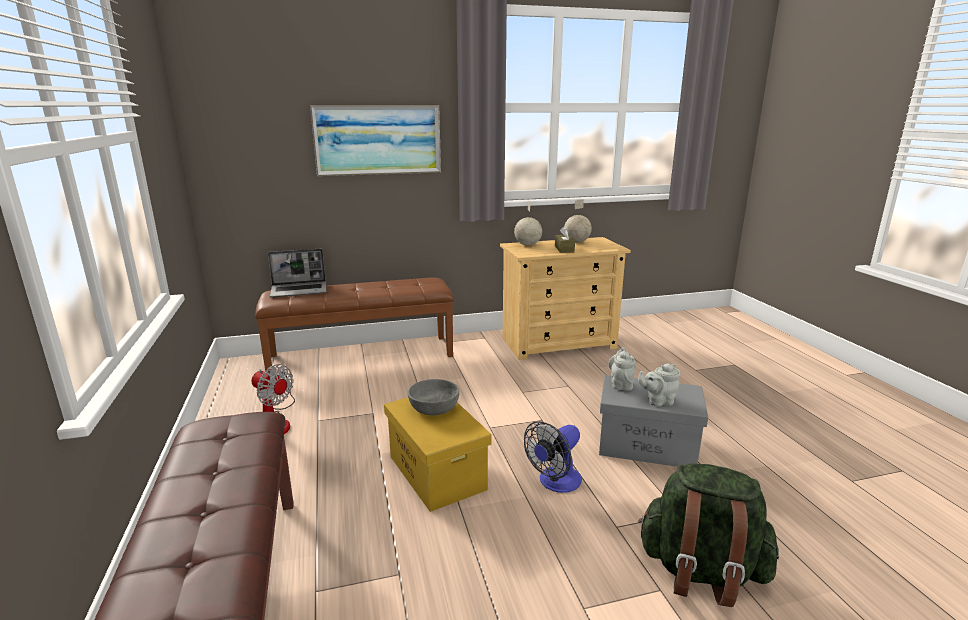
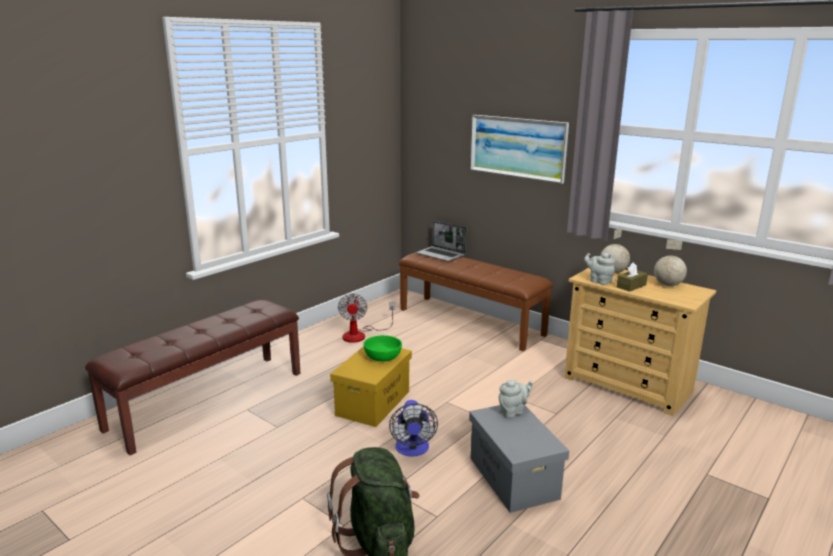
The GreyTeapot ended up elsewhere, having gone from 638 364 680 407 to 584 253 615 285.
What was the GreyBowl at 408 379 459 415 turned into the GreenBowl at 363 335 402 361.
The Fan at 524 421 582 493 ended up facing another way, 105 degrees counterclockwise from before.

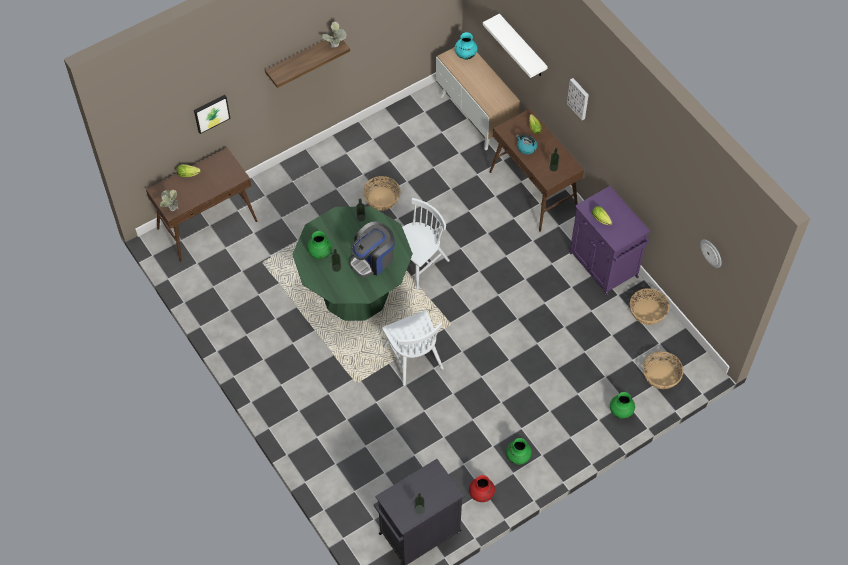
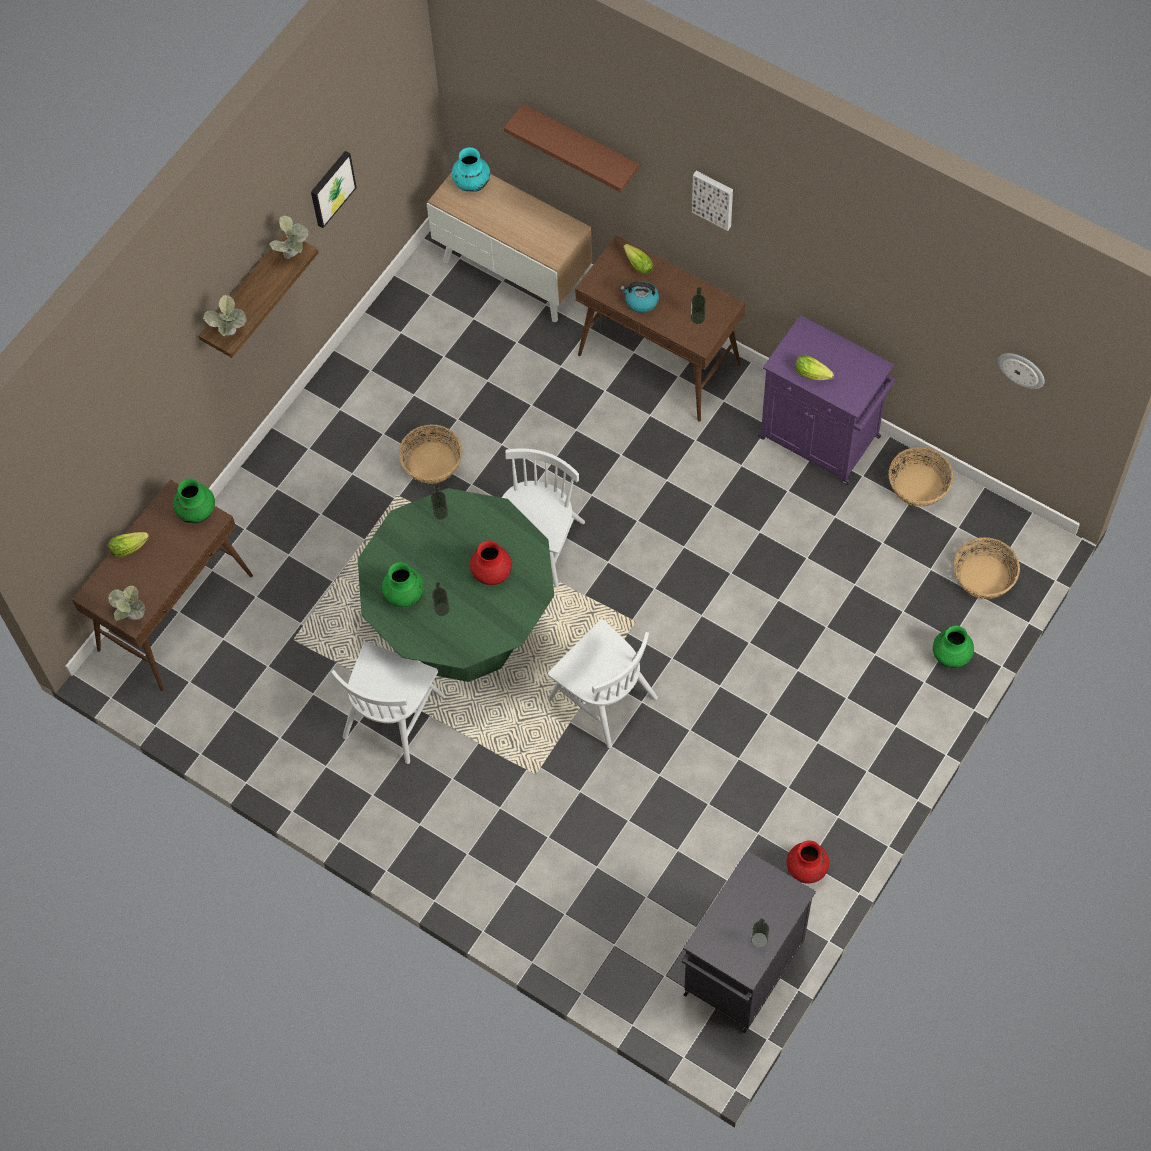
The second view gained the PottedPlant at 203 295 247 336.
The second view gained the WhiteChair at 331 642 444 764.
The Picture ended up elsewhere, having gone from 194 95 231 134 to 311 151 357 228.
The GreenVase ended up elsewhere, having gone from 506 438 532 465 to 173 478 215 523.
Where the CoffeeMachine stood at 349 222 395 277, the RedVase came to stand at 470 541 512 585.
What was the WhiteShelf at 483 14 548 78 turned into the BrownShelf at 504 104 639 192.

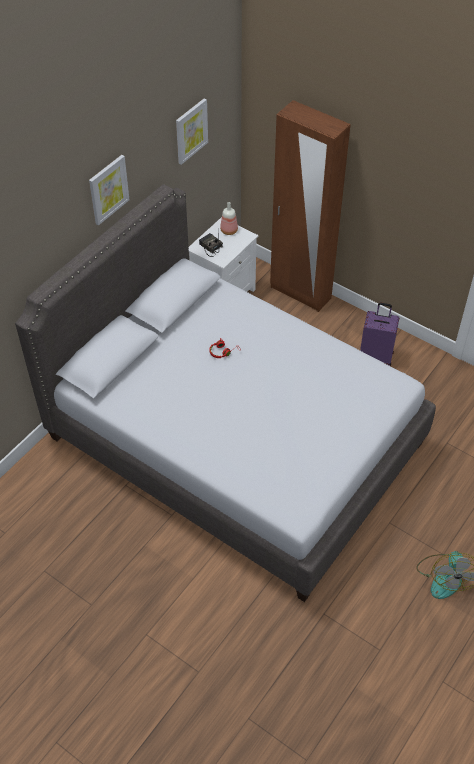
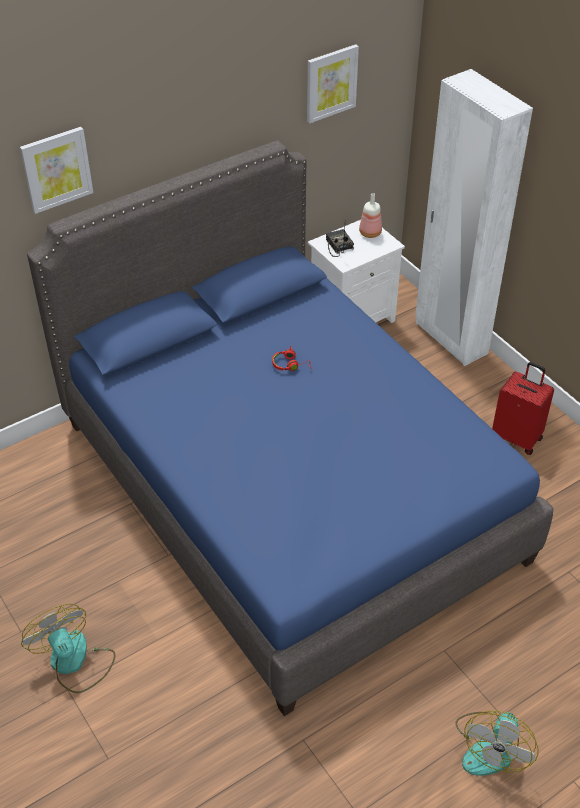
The second view gained the Fan at 21 604 116 693.
The Picture ended up elsewhere, having gone from 89 155 130 225 to 20 127 93 214.
What was the GreyBed at 15 184 436 602 turned into the BlueBed at 27 141 553 716.
What was the BrownWardrobe at 270 100 351 312 turned into the WhiteWardrobe at 415 69 533 366.
What was the PurpleSuitcase at 360 303 399 366 turned into the RedSuitcase at 492 362 554 455.

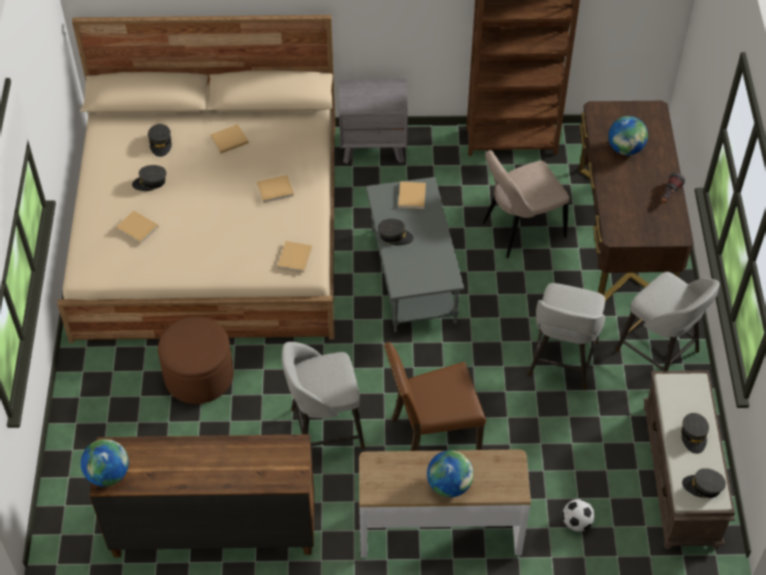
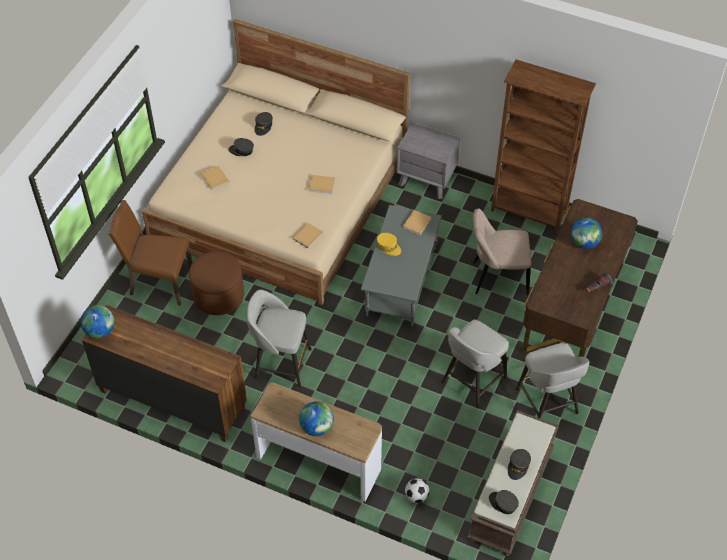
The second view lost the BeigeBook at 210 124 249 154.
The BrownChair ended up elsewhere, having gone from 384 342 486 451 to 109 200 192 306.
What was the GreyCap at 378 219 414 246 turned into the YellowCap at 377 233 401 256.

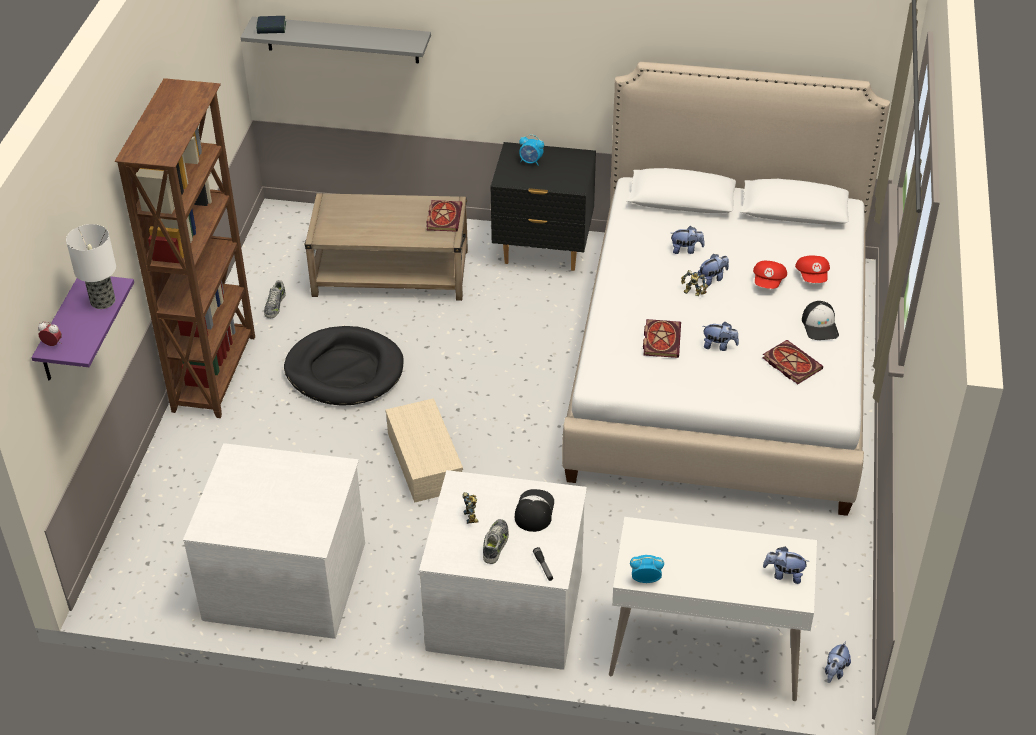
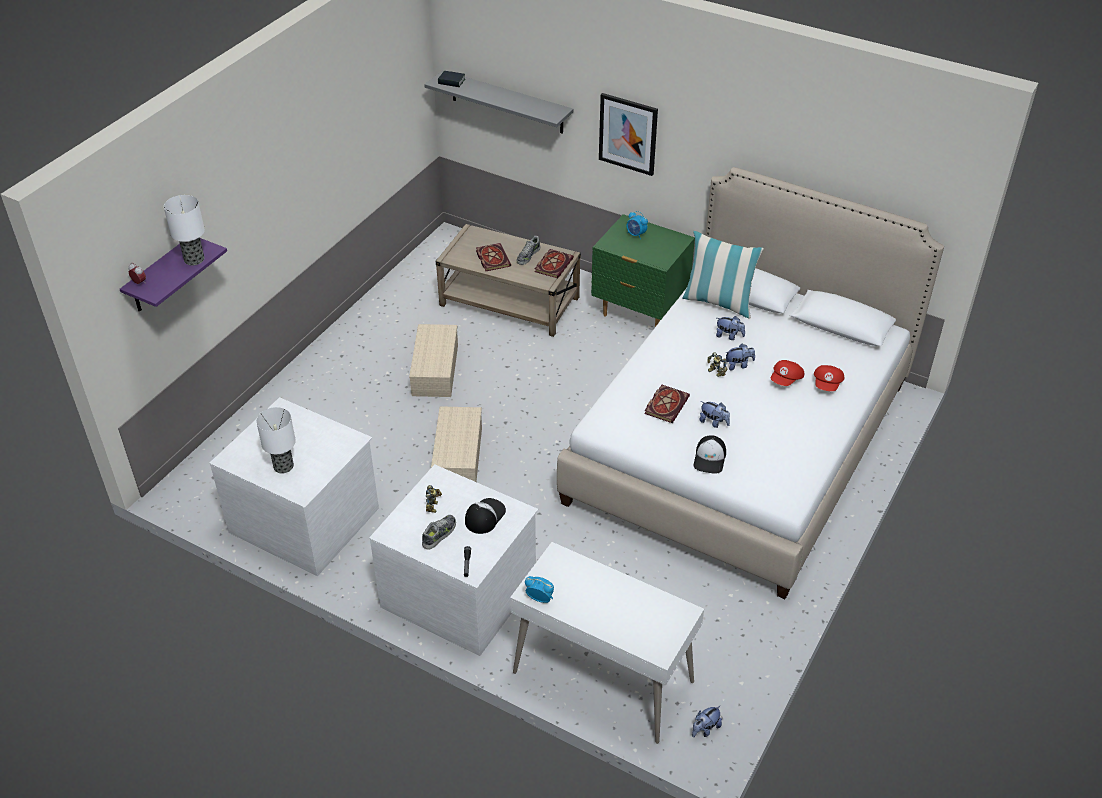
The second view lost the BrownBookcase at 115 78 255 418.
The second view lost the PlushToy at 763 547 810 584.
The second view gained the TableLamp at 256 407 296 473.
The second view gained the Picture at 599 93 658 176.
The second view gained the Pillow at 683 231 764 319.
The Shoe ended up elsewhere, having gone from 264 280 286 318 to 517 236 540 265.
The Book ended up elsewhere, having gone from 762 340 823 384 to 476 243 511 271.
The Cap ended up elsewhere, having gone from 802 301 839 340 to 693 435 726 474.
Where the BlackDogBed stood at 284 326 404 406, the BeigeStorageBox came to stand at 409 324 458 397.
What was the BlackNightstand at 490 142 596 271 turned into the GreenNightstand at 591 214 695 327.

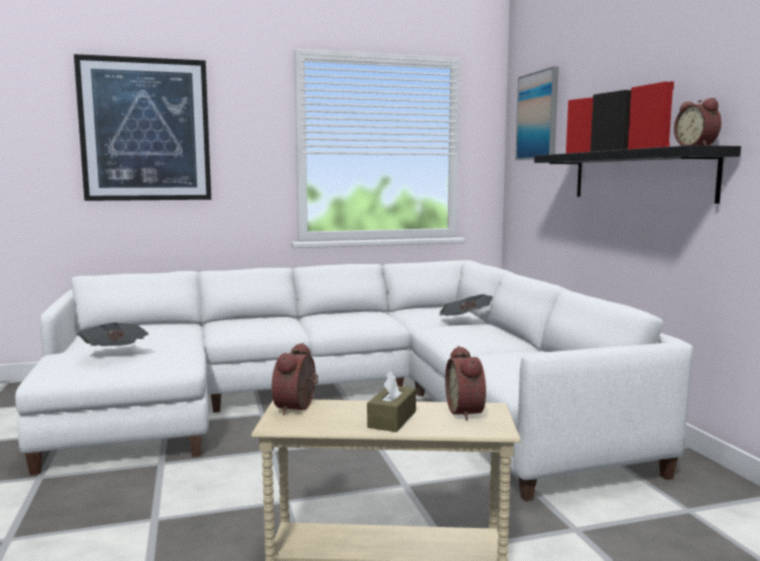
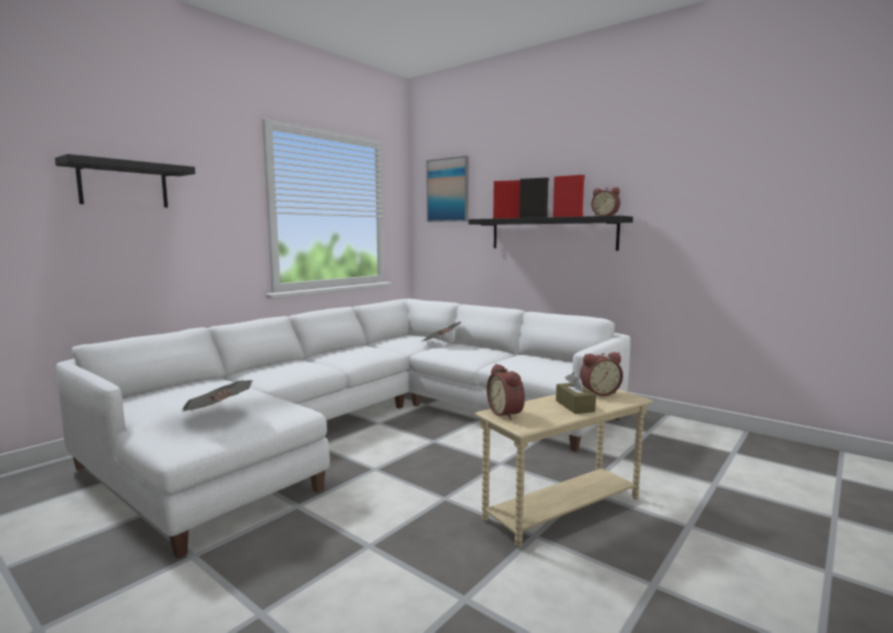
Where the Picture hung at 74 54 211 201, the BlackShelf came to hang at 55 154 195 208.
The AlarmClock at 445 346 486 421 ended up facing another way, 60 degrees counterclockwise from before.

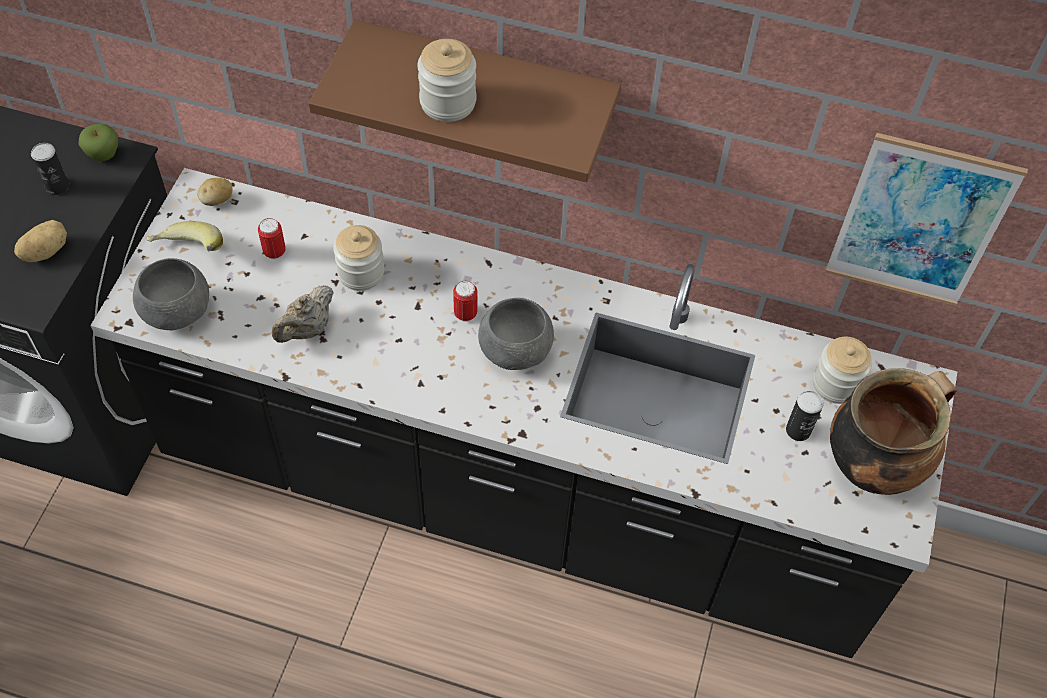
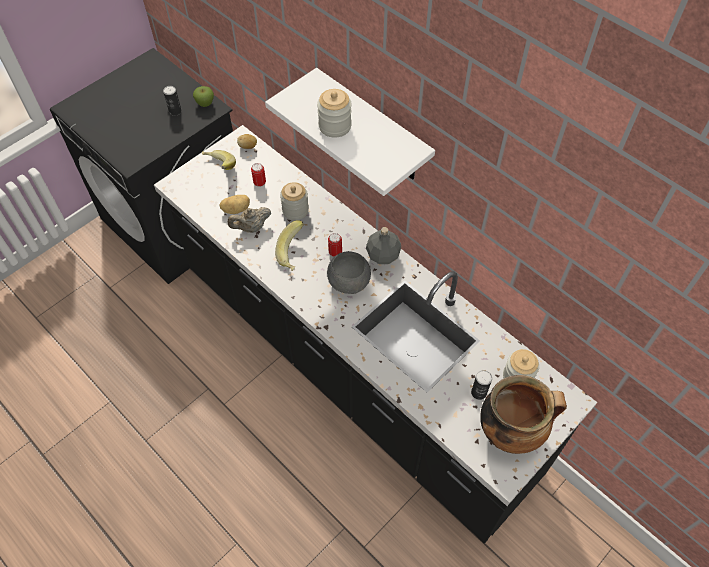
The second view lost the GreyBowl at 133 258 209 330.
The second view lost the Picture at 825 133 1028 306.
The second view gained the Banana at 275 220 304 271.
The second view gained the GreyBottle at 366 227 401 264.
The Potato ended up elsewhere, having gone from 14 220 67 262 to 219 195 250 214.
What was the BrownShelf at 309 20 621 182 turned into the WhiteShelf at 265 68 435 196.

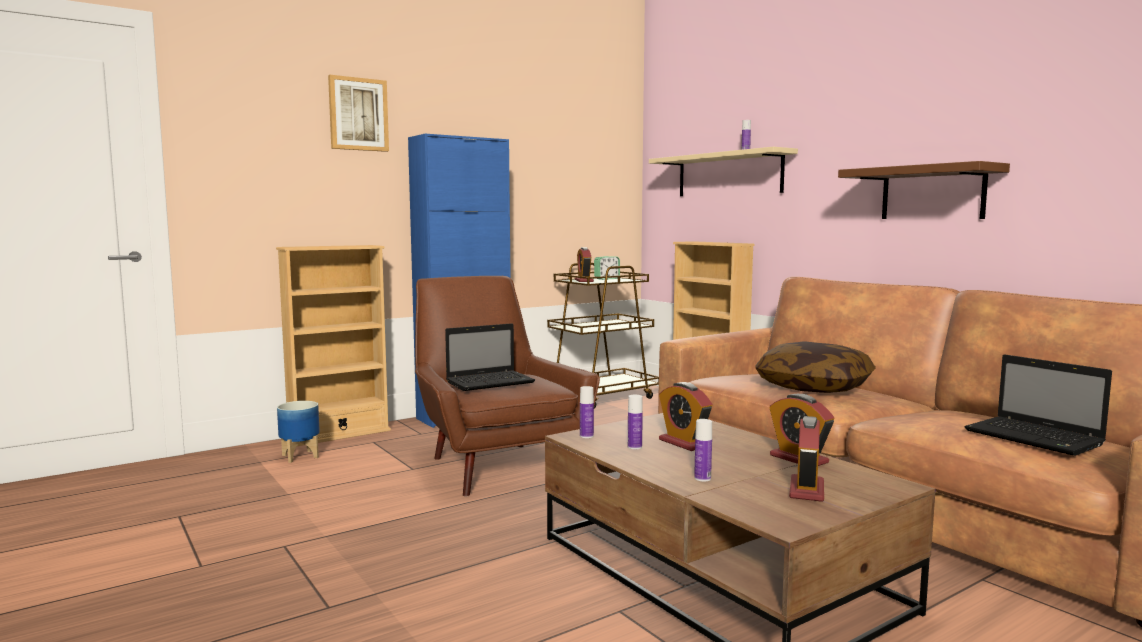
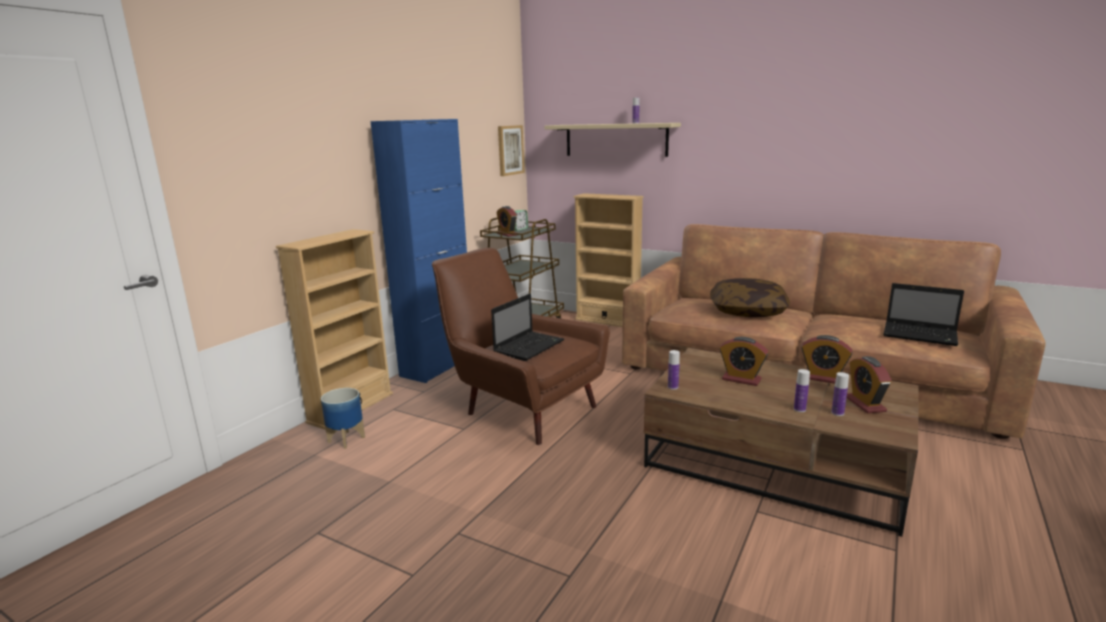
The second view lost the BrownShelf at 838 161 1010 219.
The Picture ended up elsewhere, having gone from 328 75 389 152 to 498 125 525 176.
The Bottle ended up elsewhere, having gone from 628 395 643 449 to 831 372 849 416.

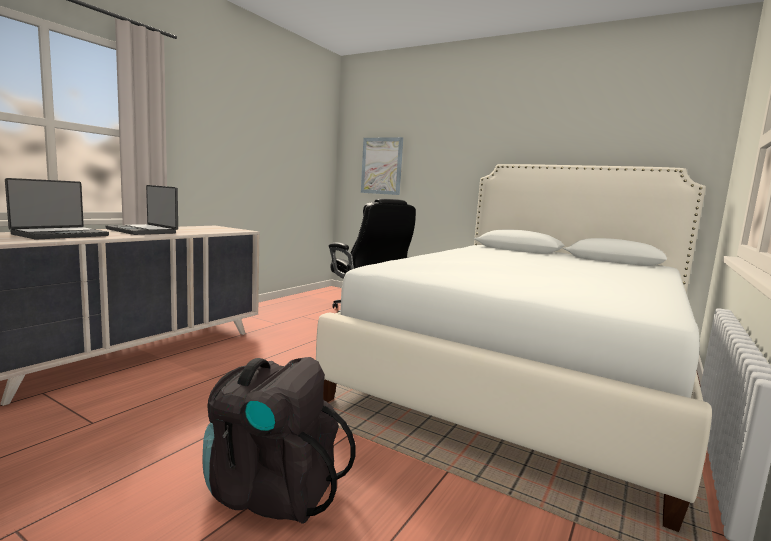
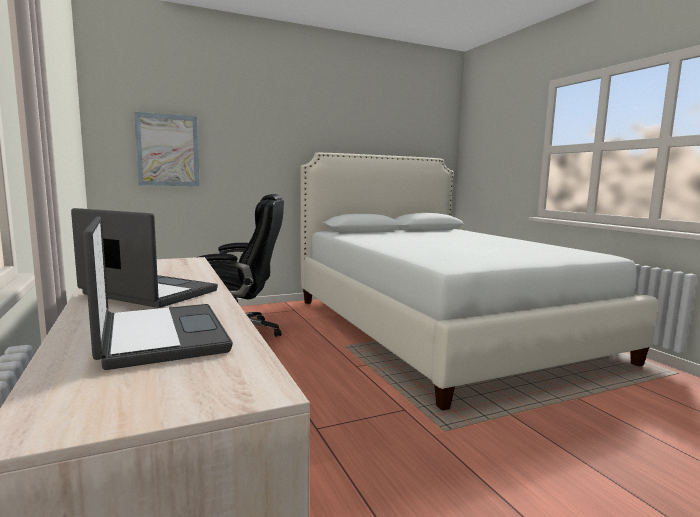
The second view lost the BlackBackpack at 203 357 355 524.
The Laptop at 105 185 178 235 ended up facing another way, 135 degrees counterclockwise from before.

